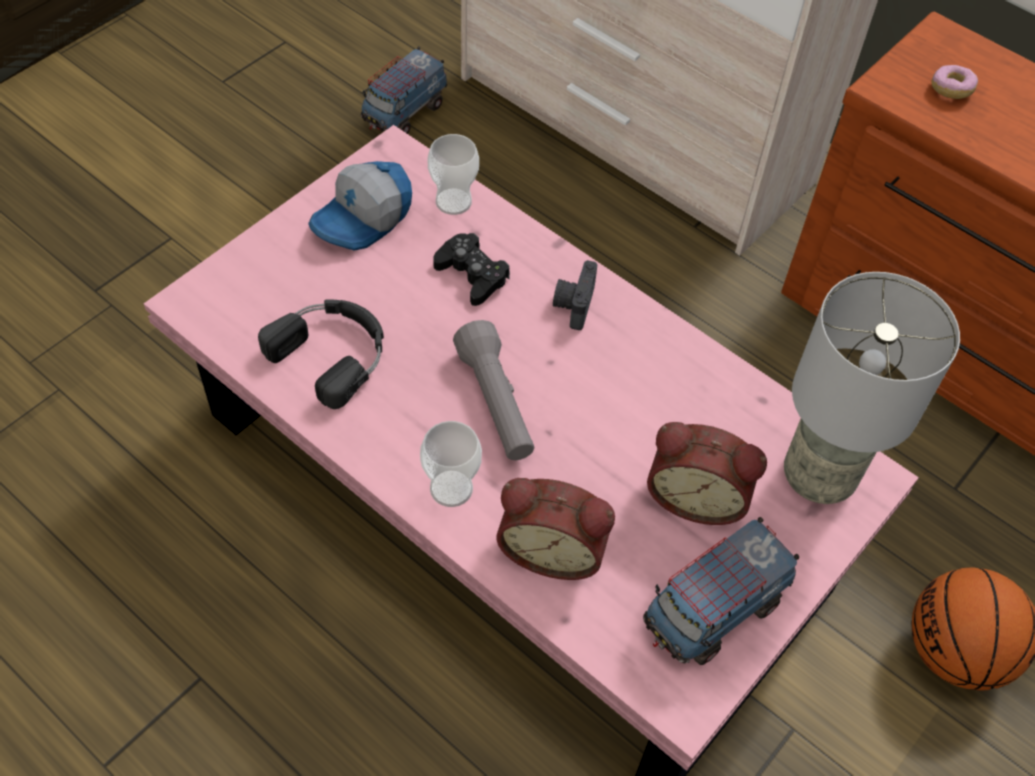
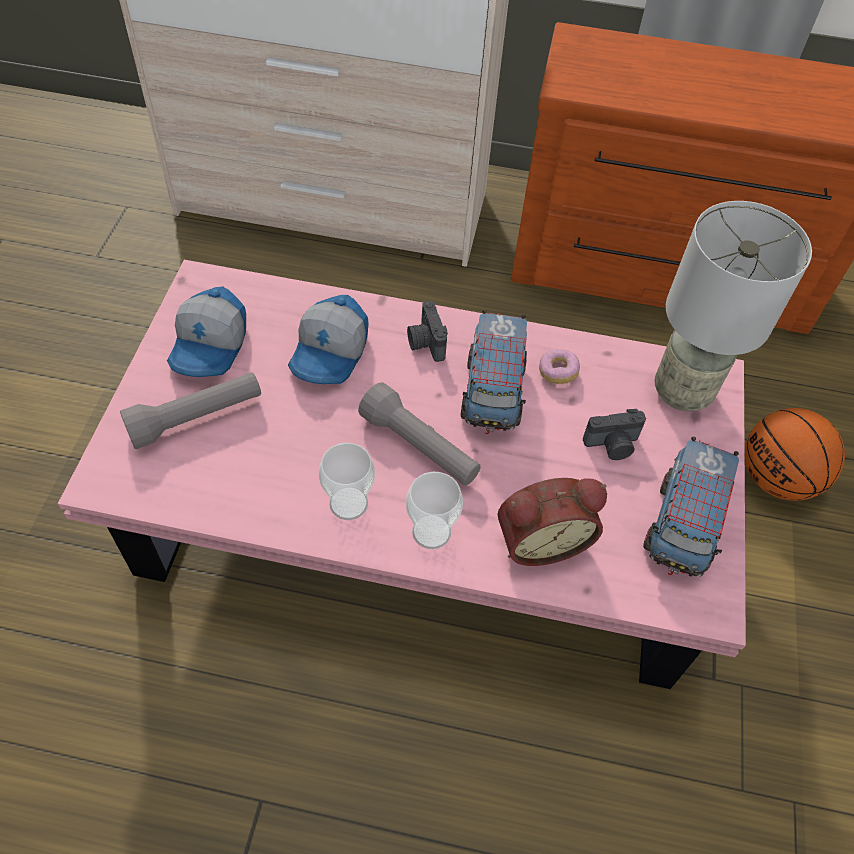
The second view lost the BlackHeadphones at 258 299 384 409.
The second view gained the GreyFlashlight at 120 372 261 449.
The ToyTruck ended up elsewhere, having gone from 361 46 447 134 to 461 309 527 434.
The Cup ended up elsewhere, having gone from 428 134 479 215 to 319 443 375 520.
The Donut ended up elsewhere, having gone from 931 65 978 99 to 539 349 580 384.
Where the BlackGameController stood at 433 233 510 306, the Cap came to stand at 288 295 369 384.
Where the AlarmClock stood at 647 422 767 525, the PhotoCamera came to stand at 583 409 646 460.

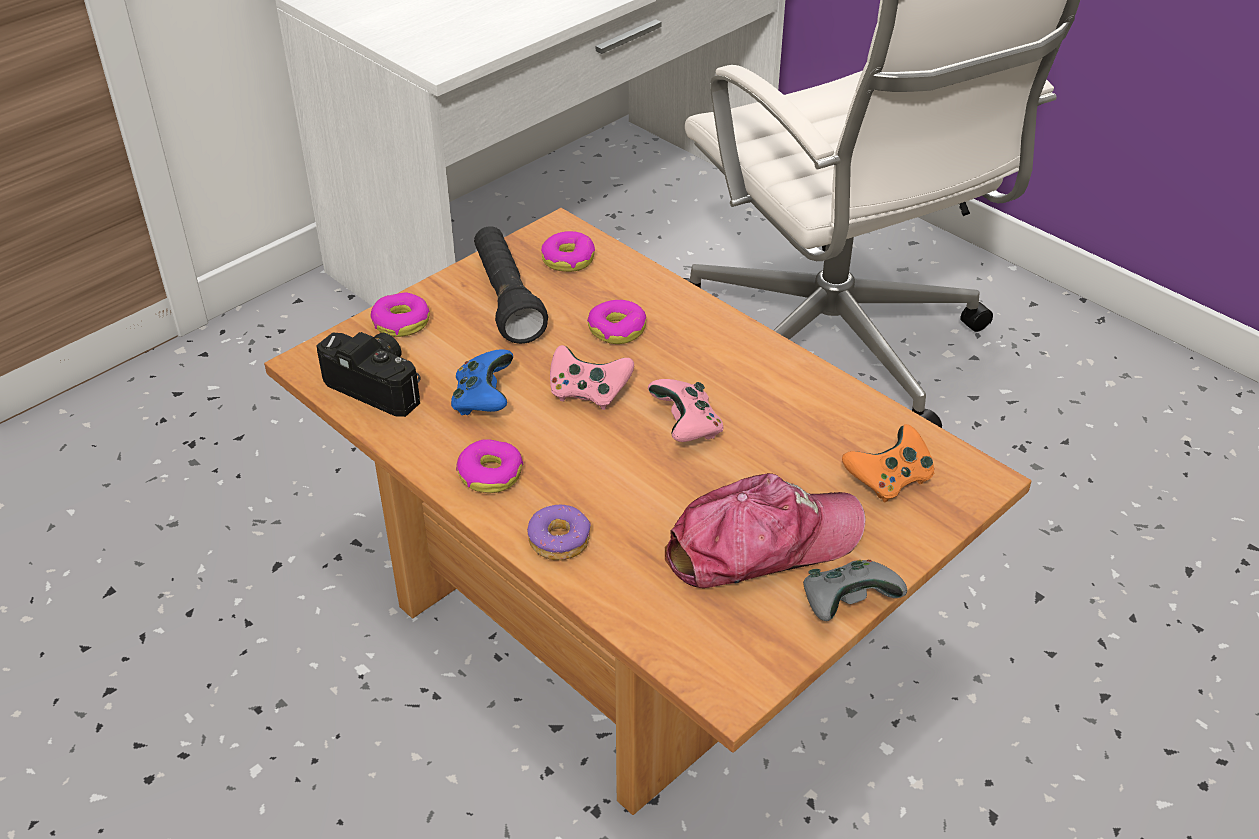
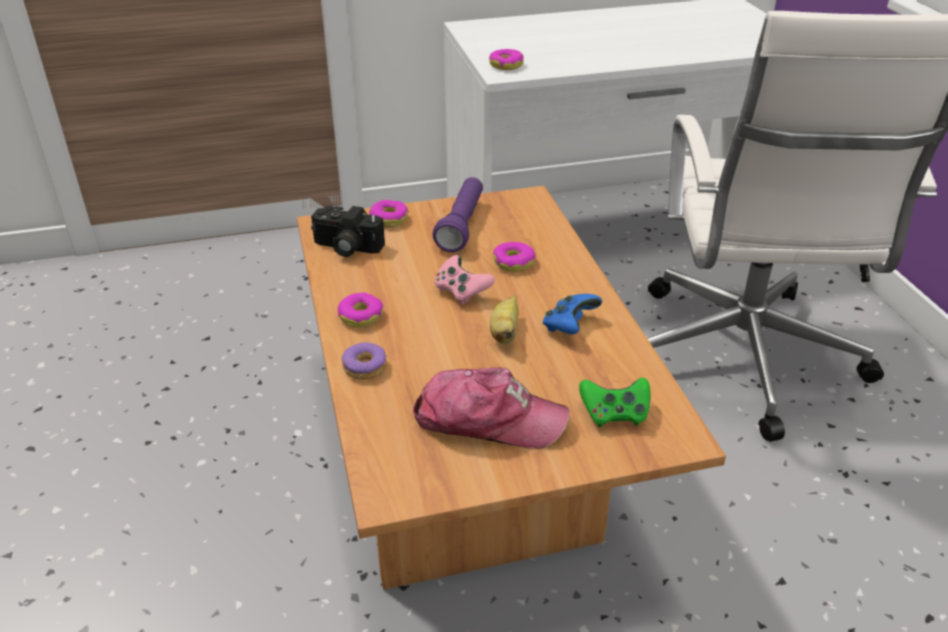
The second view lost the GreyGameController at 803 560 907 621.
The BlueGameController ended up elsewhere, having gone from 451 349 513 415 to 543 294 602 334.
The Donut ended up elsewhere, having gone from 541 231 595 272 to 489 49 524 70.
Where the PinkGameController stood at 648 379 724 442, the Banana came to stand at 490 295 519 344.
What was the BlackFlashlight at 474 226 548 344 turned into the PurpleFlashlight at 432 177 483 252.
What was the OrangeGameController at 842 424 934 502 turned into the GreenGameController at 579 378 650 427.
The PhotoCamera at 316 332 420 417 ended up facing another way, 135 degrees clockwise from before.

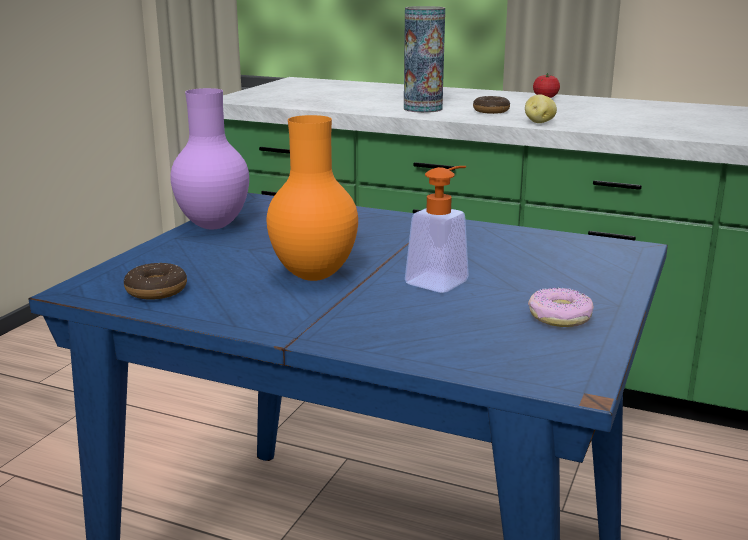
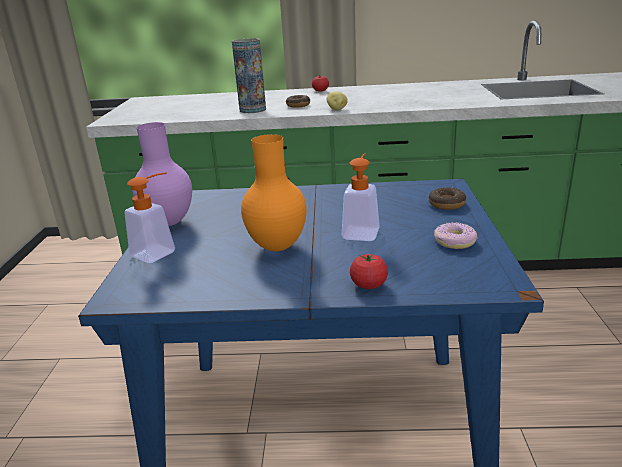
The second view gained the SoapDispenser at 125 172 175 263.
The second view gained the Tomato at 350 254 388 289.
The Donut ended up elsewhere, having gone from 124 263 187 300 to 429 187 466 210.

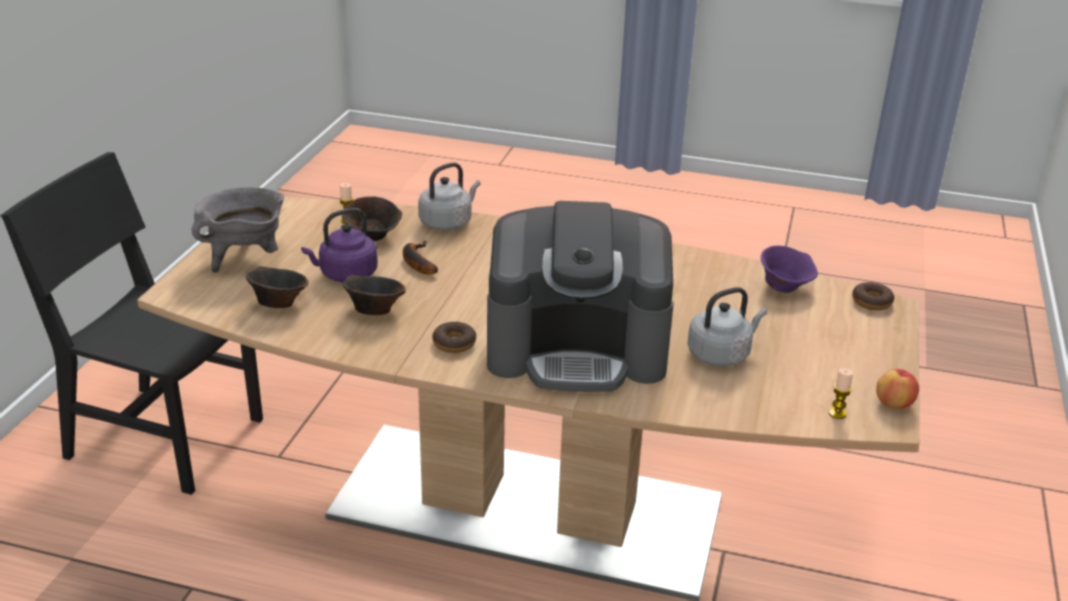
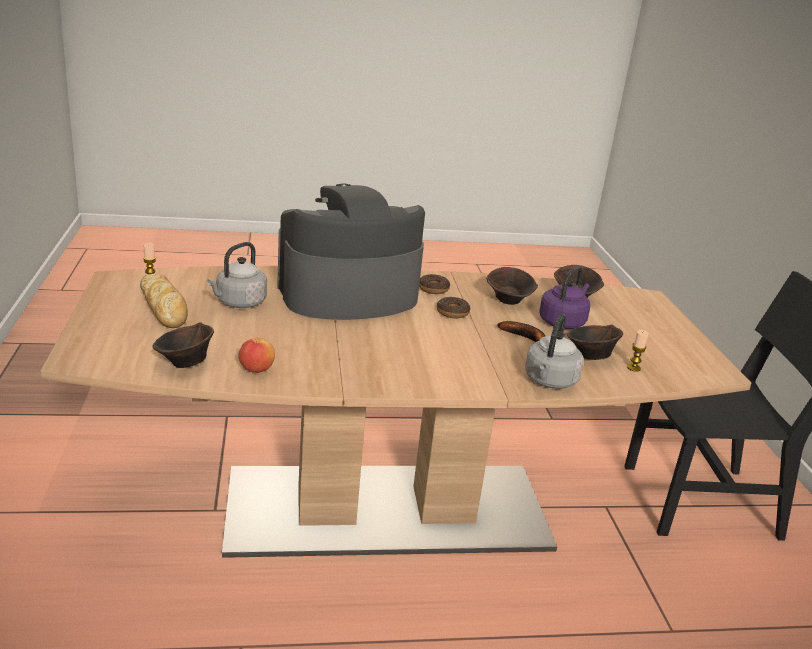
The second view lost the GreyCookingPot at 192 187 284 273.
The second view gained the Bread at 140 274 188 328.
The Donut ended up elsewhere, having gone from 852 282 894 310 to 437 297 470 318.
The Apple ended up elsewhere, having gone from 876 369 919 409 to 238 338 275 373.
What was the PurpleBowl at 761 246 818 293 turned into the BrownBowl at 153 322 214 368.

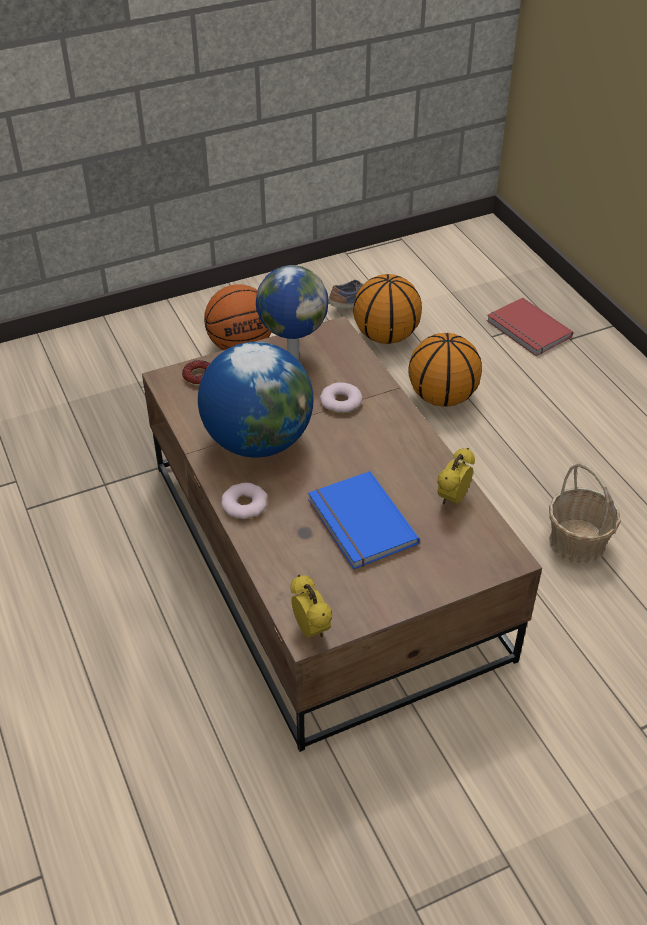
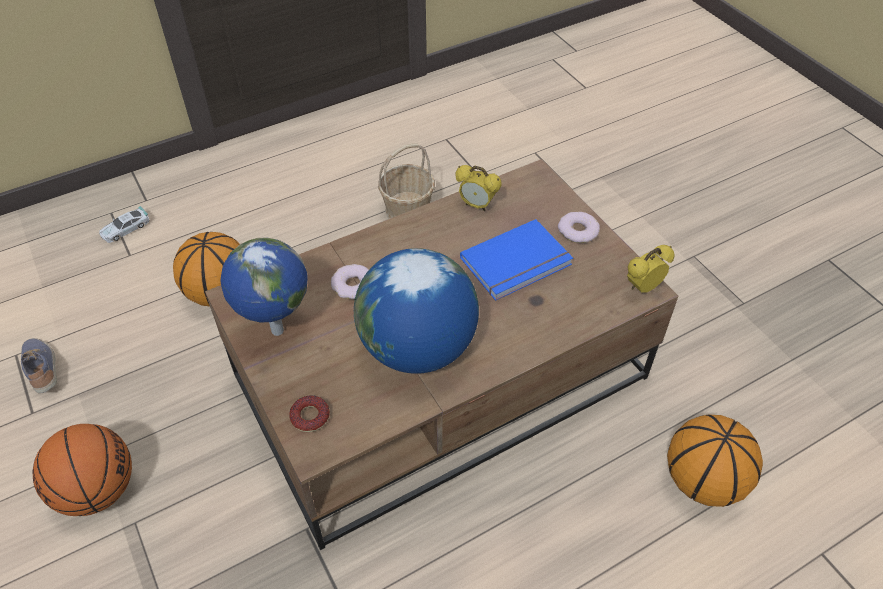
The Donut ended up elsewhere, having gone from 221 483 268 519 to 558 212 600 243.
The Basketball ended up elsewhere, having gone from 353 274 422 344 to 667 415 763 507.
Where the RedBook stood at 487 297 573 356, the ToyCar came to stand at 99 206 149 243.

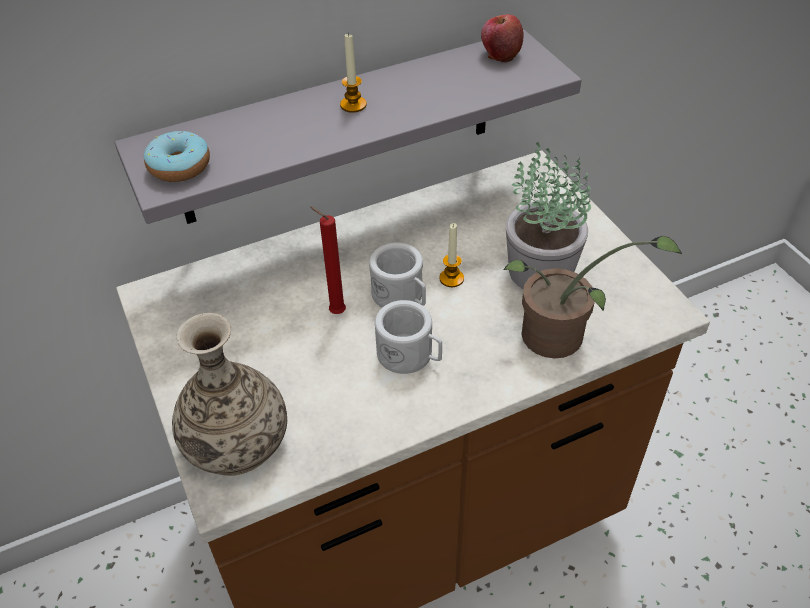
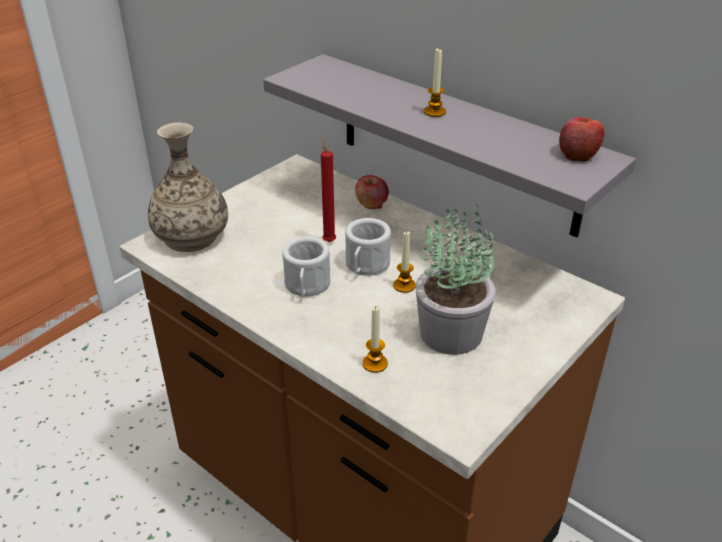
The second view lost the Donut at 143 131 210 182.
The second view gained the Apple at 355 175 389 209.
Where the PottedPlant stood at 503 236 682 359, the Candle came to stand at 363 306 388 373.

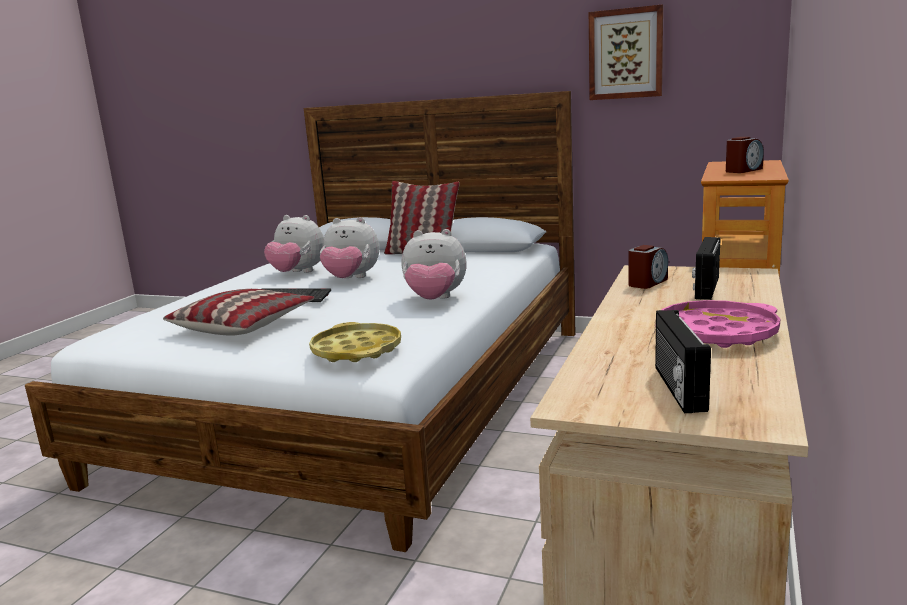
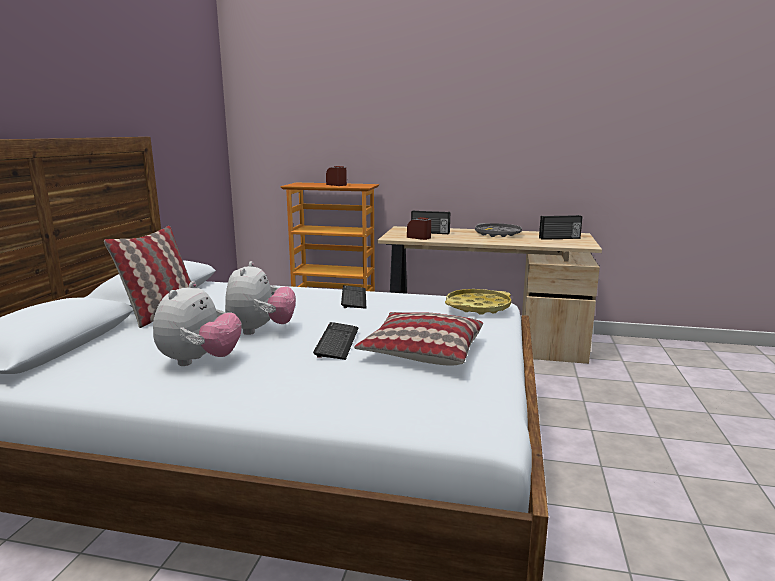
The second view lost the Picture at 589 4 663 100.
Where the PlushToy stood at 402 229 467 300, the Keyboard came to stand at 341 285 366 309.
What was the PinkTray at 661 300 780 348 turned into the GreyTray at 475 223 522 237.

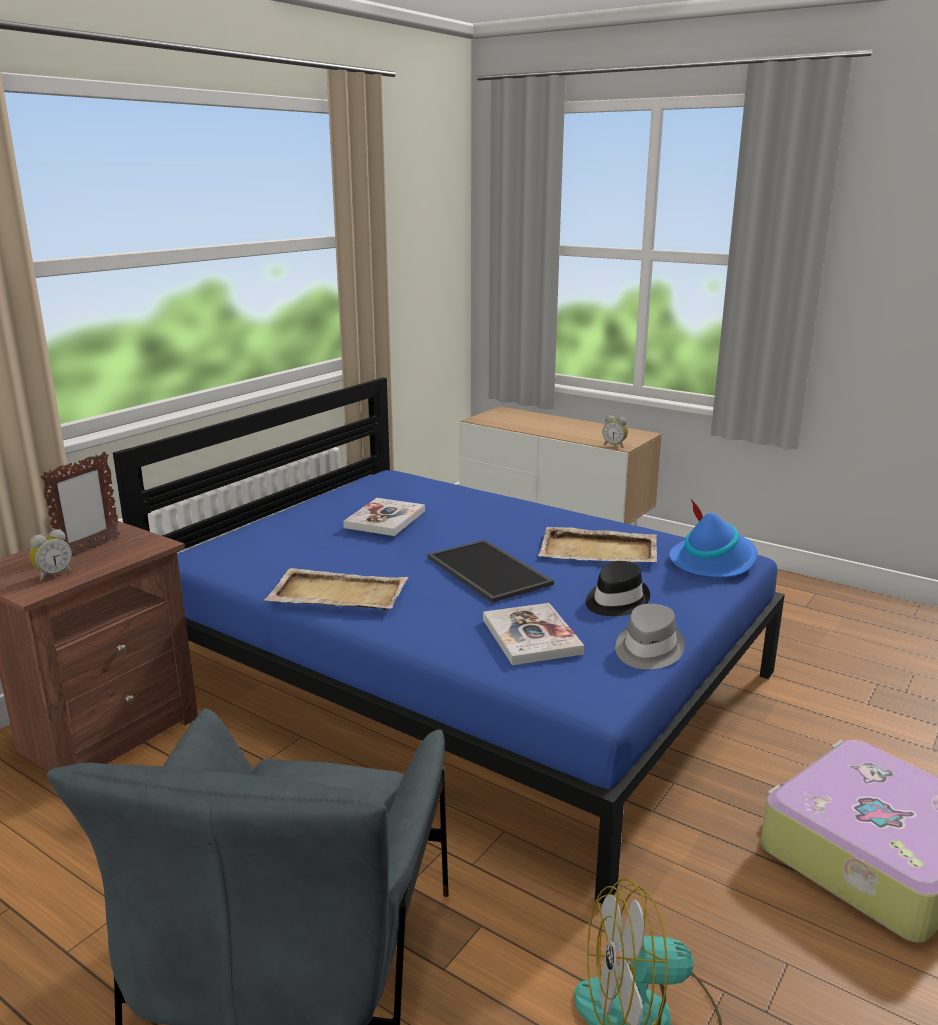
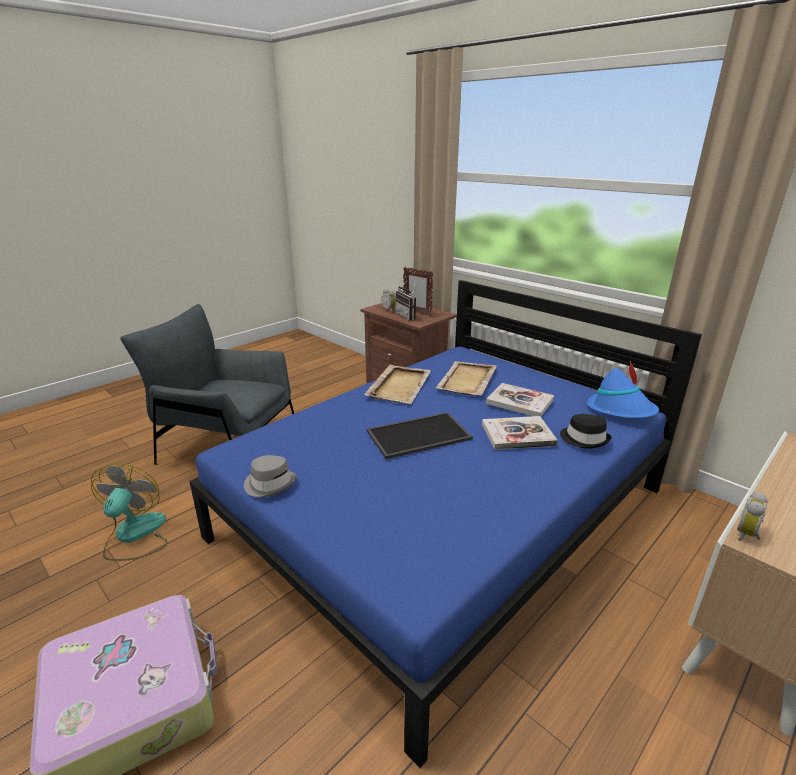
The second view gained the Radio at 395 279 416 320.
The Book ended up elsewhere, having gone from 483 603 584 665 to 482 416 558 450.
The BeigeTray ended up elsewhere, having gone from 538 527 657 562 to 435 361 497 395.
The BlackHat ended up elsewhere, having gone from 585 561 650 616 to 560 414 612 448.
The BlueHat ended up elsewhere, having gone from 669 499 757 578 to 587 361 659 418.

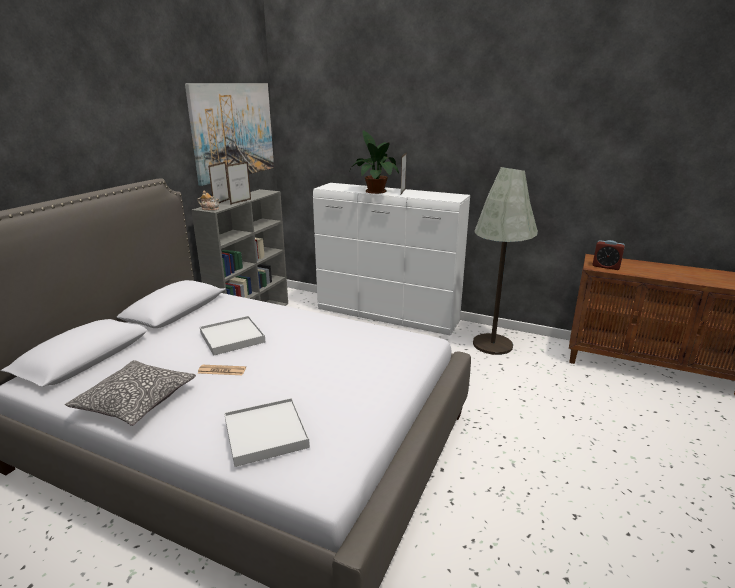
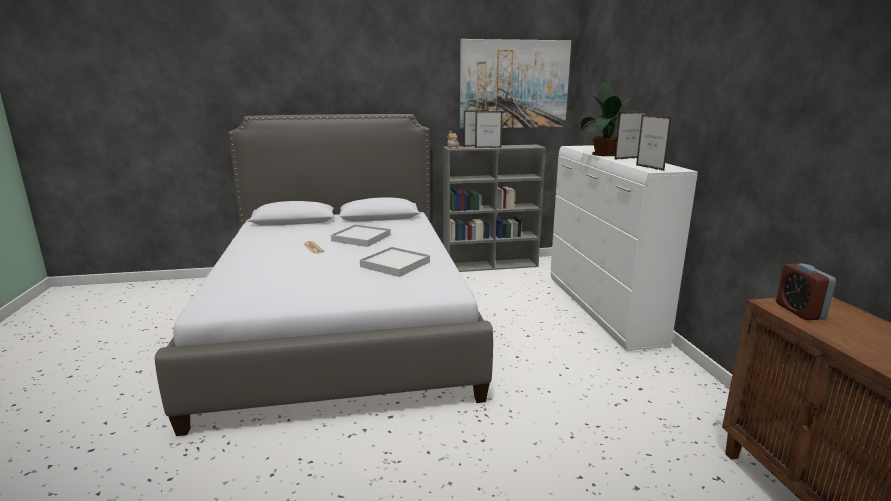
The second view lost the Pillow at 65 360 196 426.
The second view lost the GreyFloorLamp at 473 167 538 355.
The second view gained the PictureFrame at 636 114 672 171.
The WhiteTray ended up elsewhere, having gone from 224 398 310 467 to 360 247 430 277.

